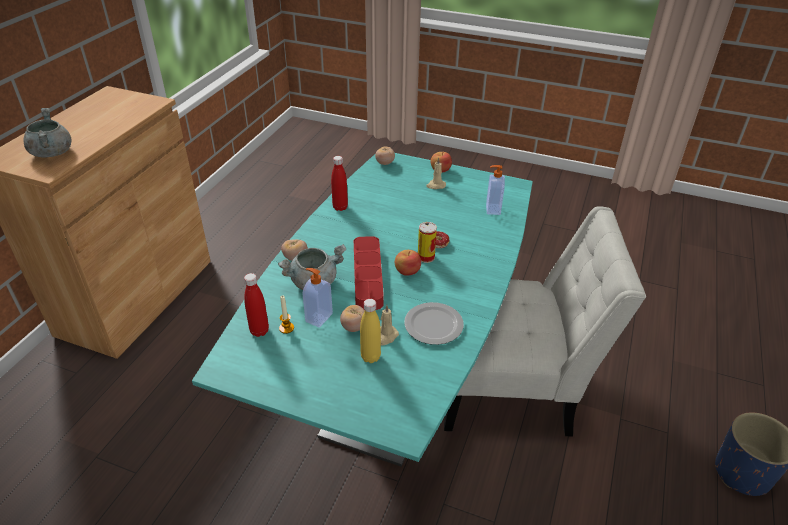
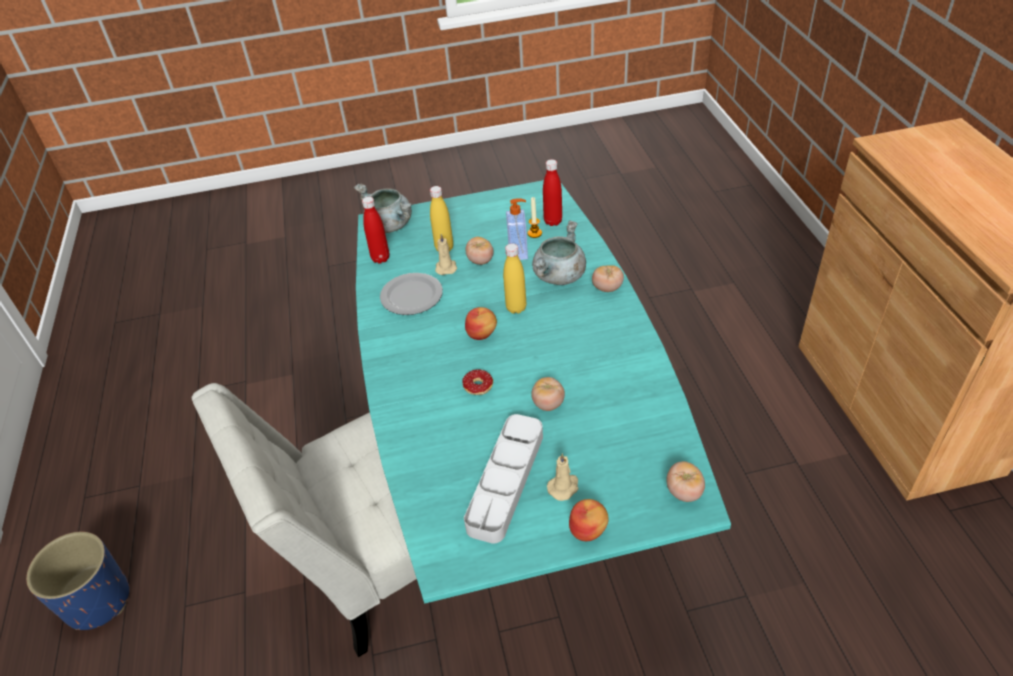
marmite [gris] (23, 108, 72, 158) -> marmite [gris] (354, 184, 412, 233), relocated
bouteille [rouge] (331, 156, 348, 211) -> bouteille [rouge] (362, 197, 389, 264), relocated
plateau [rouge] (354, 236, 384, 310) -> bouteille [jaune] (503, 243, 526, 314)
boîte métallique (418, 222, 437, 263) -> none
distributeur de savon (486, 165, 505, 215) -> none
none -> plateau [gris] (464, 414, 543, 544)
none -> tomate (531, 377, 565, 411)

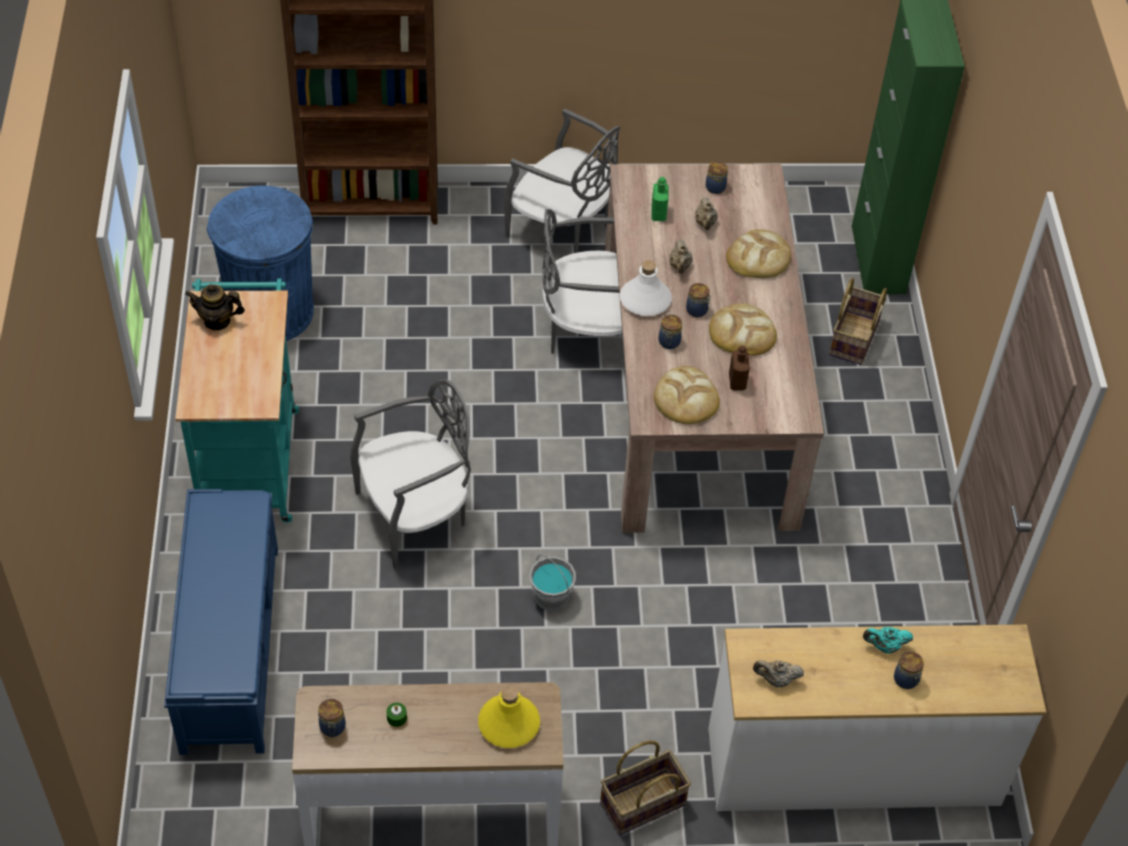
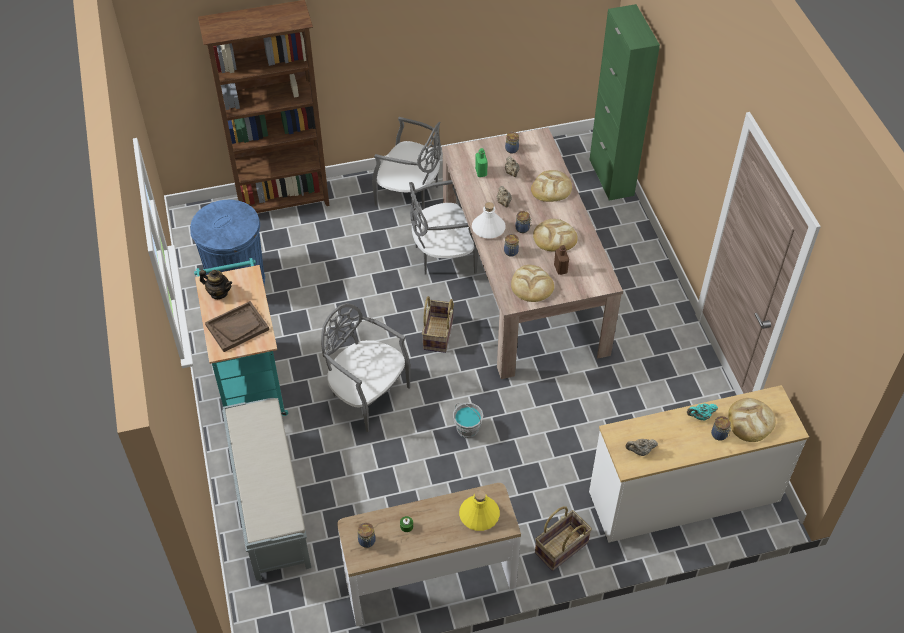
banc [bleu] (164, 489, 278, 755) -> banc [gris] (222, 398, 311, 581)
théière (185, 284, 245, 330) -> théière (199, 270, 232, 299), 150 degrees counterclockwise
chaise [gris] (350, 379, 471, 569) -> chaise [gris] (321, 303, 411, 432), 105 degrees counterclockwise
panier (829, 278, 887, 365) -> panier (422, 296, 454, 353), relocated
none -> plateau [marron] (205, 301, 269, 352)
none -> pain (728, 398, 776, 442)

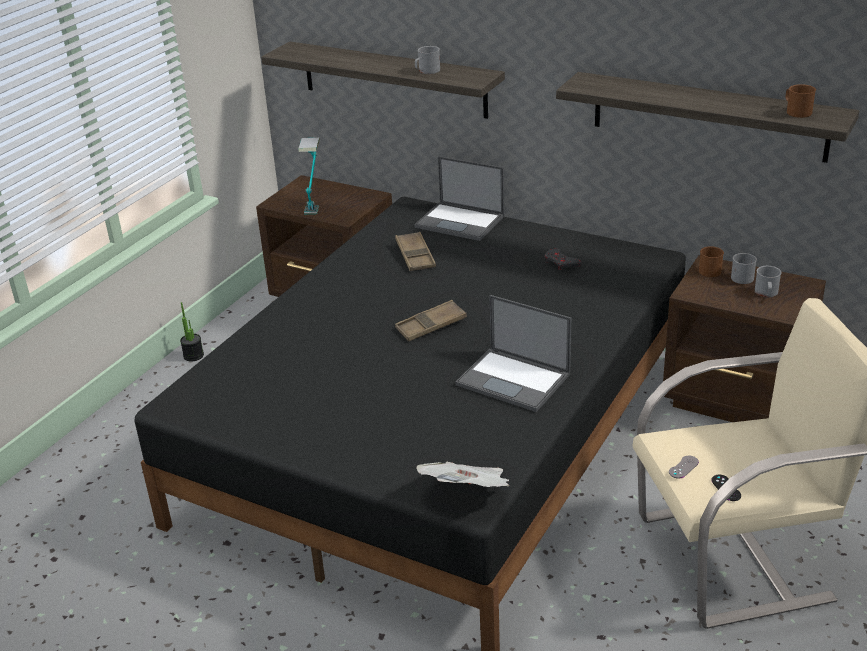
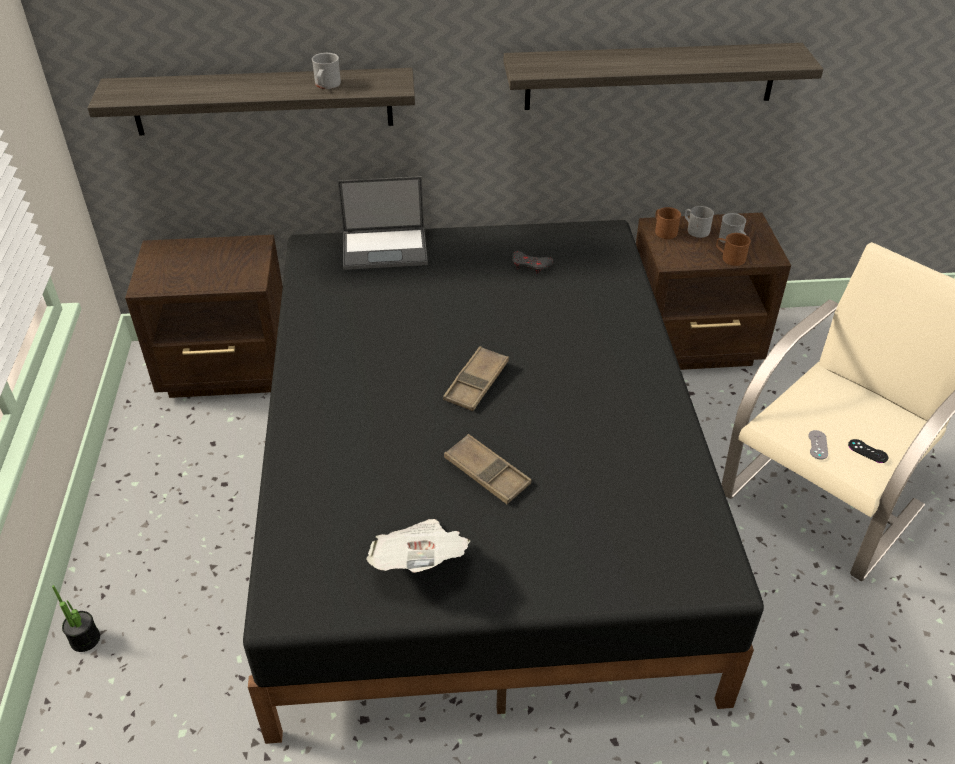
plante en pot (180, 302, 204, 361) -> plante en pot (52, 585, 100, 652), relocated
lampe de table (298, 137, 320, 214) -> none
plateau [marron] (395, 232, 436, 271) -> plateau [marron] (444, 434, 532, 504), relocated
journal (417, 462, 510, 487) -> journal (366, 519, 471, 573), relocated
ordinateur portable (456, 295, 571, 412) -> none
mug [marron] (785, 84, 816, 118) -> mug [marron] (716, 233, 751, 266), relocated

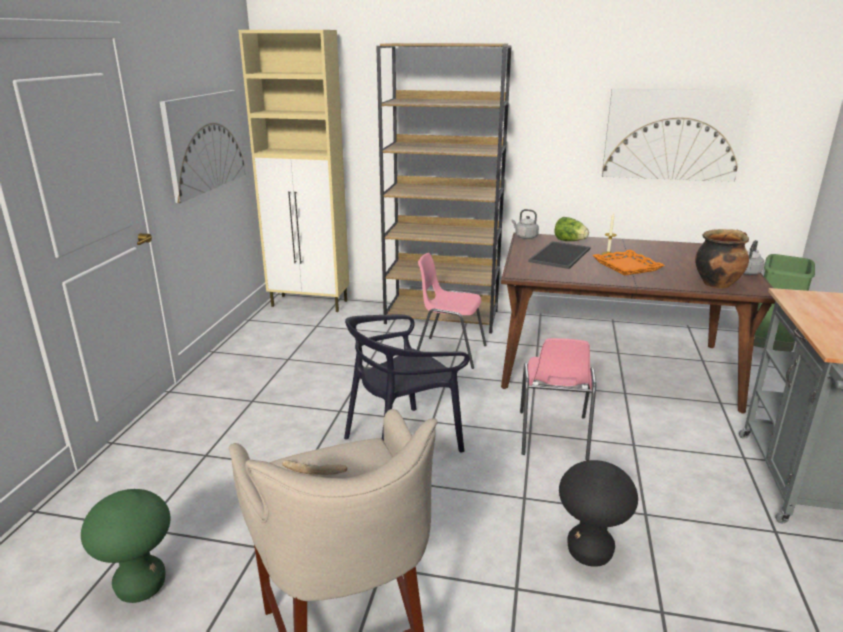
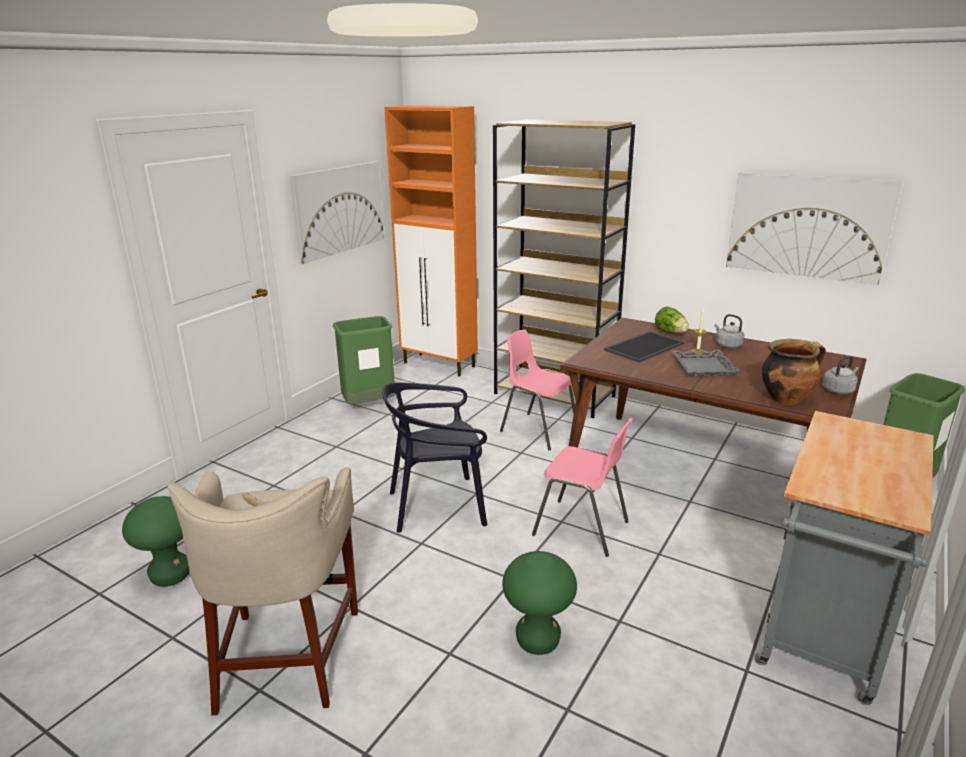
meuble de rangement [beige] (239, 30, 349, 312) -> meuble de rangement [orange] (384, 105, 478, 377)
bouilloire [gris] (512, 209, 539, 239) -> bouilloire [gris] (714, 314, 744, 348), relocated
chaise [rose] (520, 338, 596, 461) -> chaise [rose] (532, 418, 633, 557), 90 degrees counterclockwise
tabouret [noir] (559, 460, 638, 567) -> tabouret [vert] (502, 551, 577, 655)
plateau [orange] (592, 250, 665, 276) -> plateau [gris] (672, 350, 740, 377)
none -> poubelle [vert] (333, 316, 395, 404)

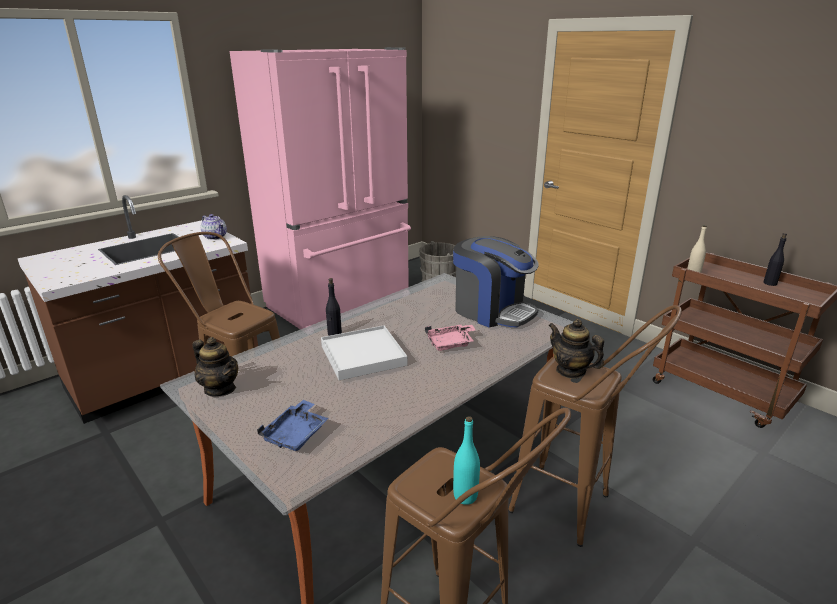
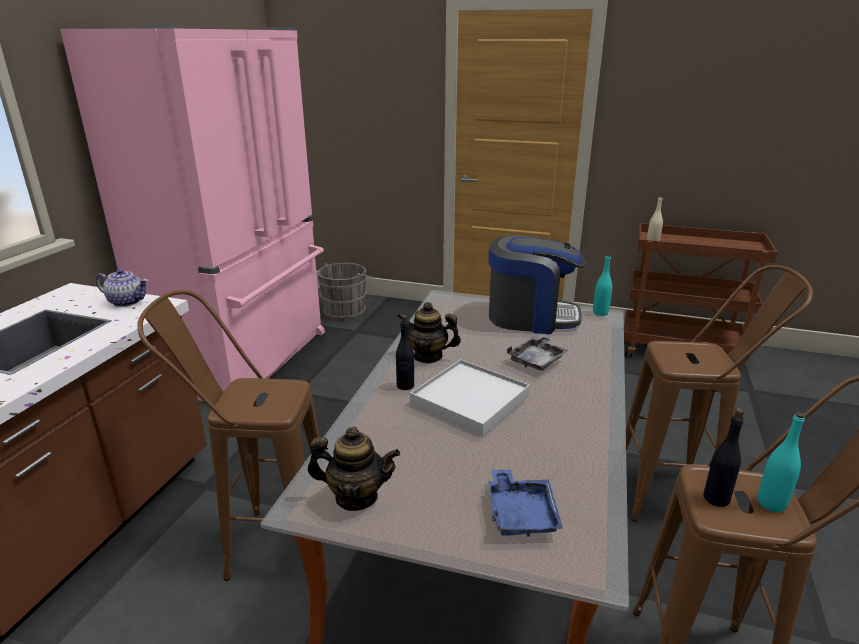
plateau [rose] (425, 325, 476, 351) -> plateau [gris] (507, 335, 569, 371)
théière (548, 319, 604, 379) -> théière (397, 302, 461, 364), relocated
bouteille [noir] (763, 233, 787, 286) -> bouteille [noir] (704, 408, 744, 507), relocated
none -> bouteille [turquoise] (593, 254, 612, 316)

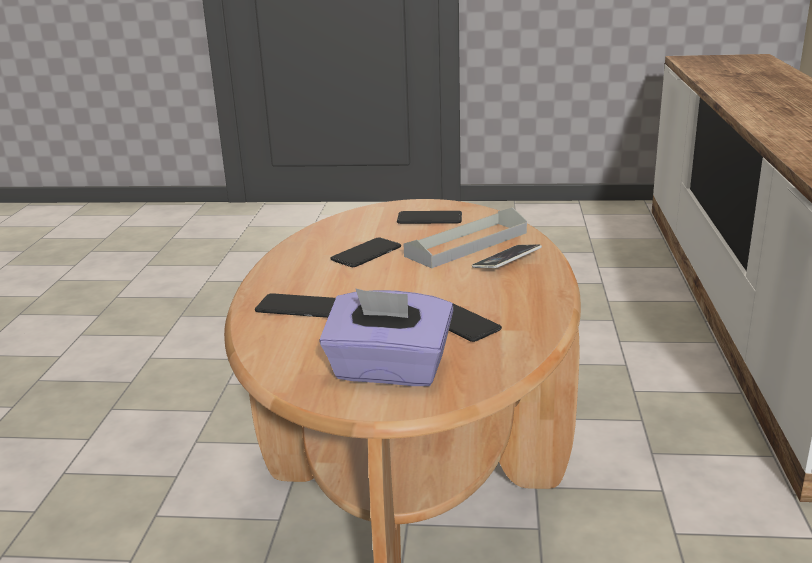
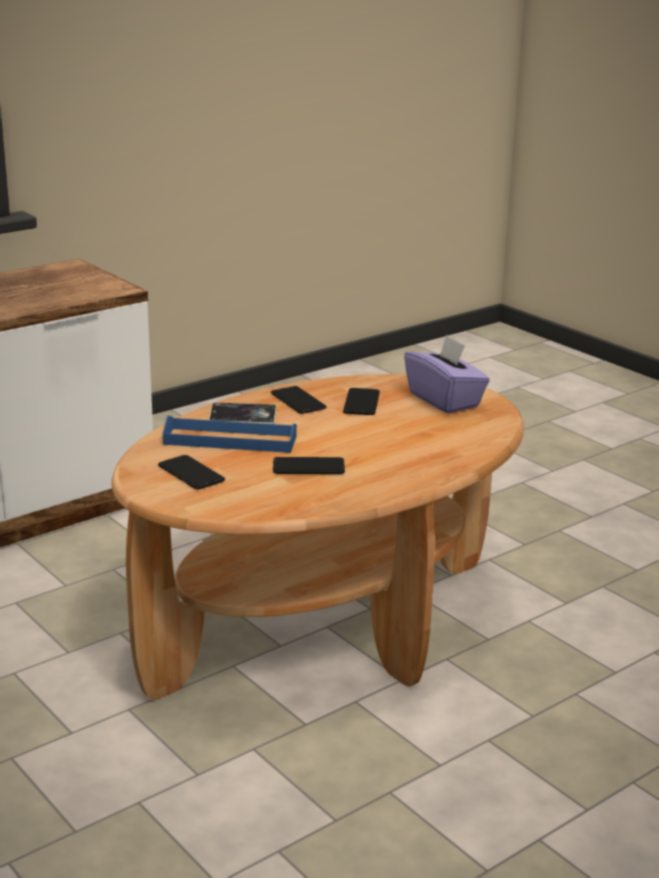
téléphone (255, 293, 336, 318) -> téléphone (271, 386, 327, 414), relocated
plateau [gris] (403, 207, 527, 268) -> plateau [bleu] (163, 416, 297, 453)

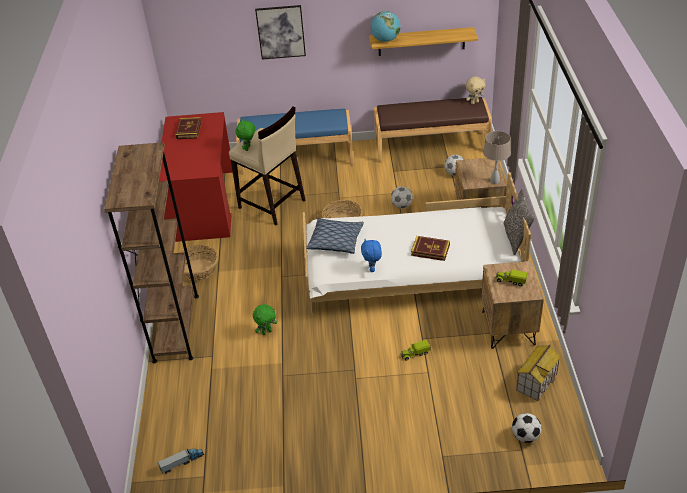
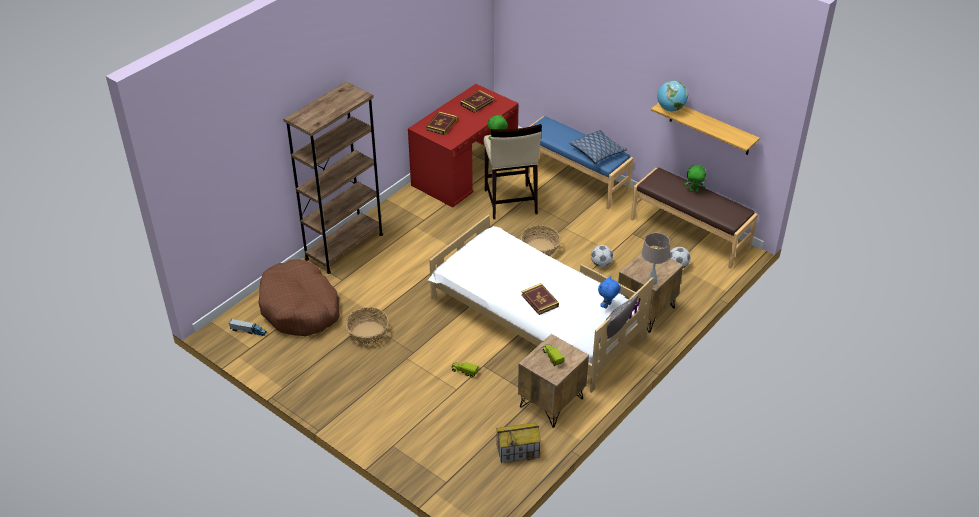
panier (180, 245, 218, 281) -> panier (345, 307, 389, 345), relocated
peluche [vert] (253, 304, 277, 335) -> peluche [vert] (684, 165, 706, 193), relocated
tableau (255, 5, 306, 60) -> none
coussin (306, 218, 364, 254) -> coussin (569, 130, 627, 164), relocated
peluche [bleu] (361, 239, 382, 272) -> peluche [bleu] (598, 276, 621, 309), relocated
peluche [beige] (466, 76, 485, 104) -> none
ballon de foot (512, 413, 542, 443) -> none
none -> panier pour chien [marron] (258, 259, 340, 336)
none -> livre (426, 111, 457, 135)

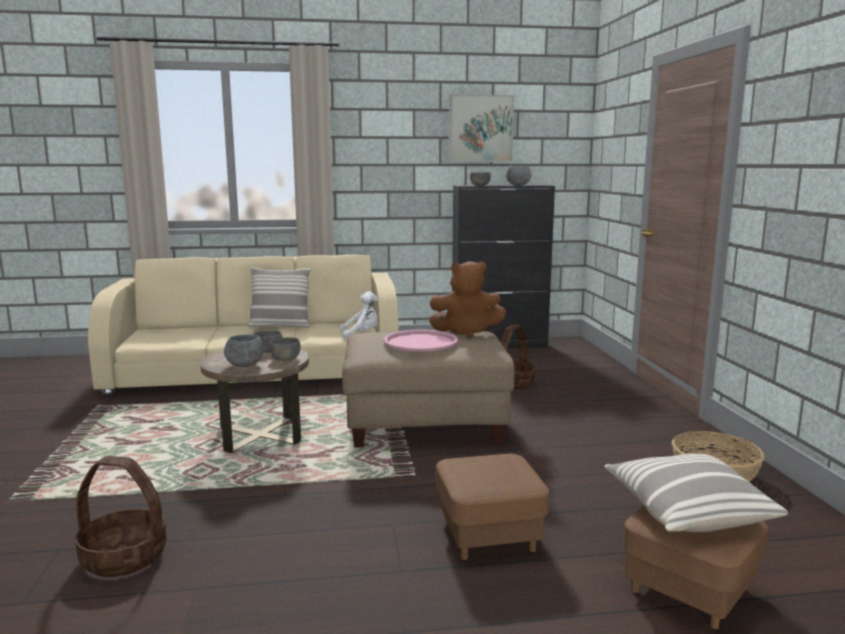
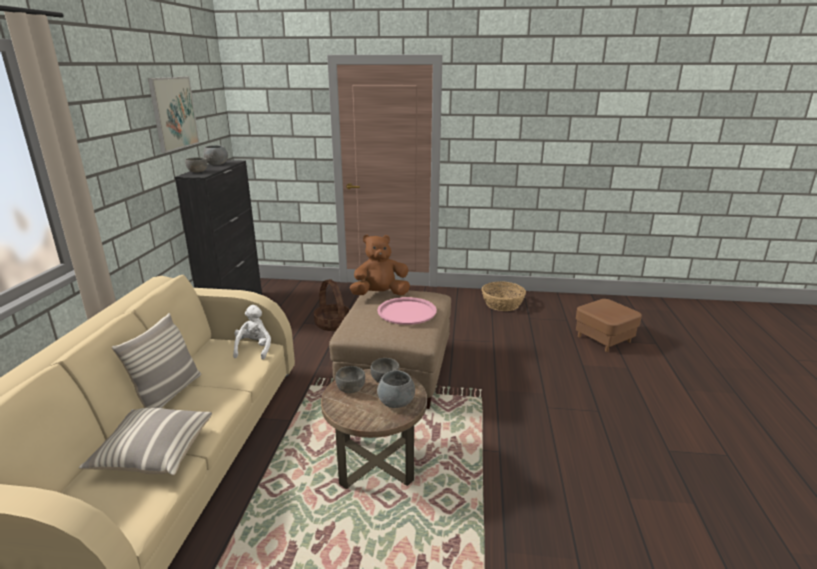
panier (75, 456, 166, 577) -> none
peluche [marron] (429, 261, 506, 338) -> peluche [marron] (350, 235, 410, 295), 120 degrees counterclockwise
pouf [marron] (436, 454, 550, 560) -> none
coussin (604, 454, 788, 532) -> coussin (79, 408, 212, 475), relocated

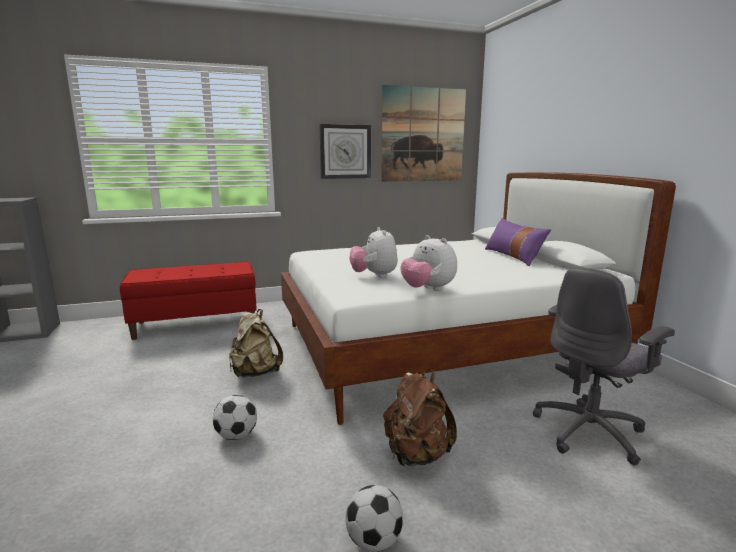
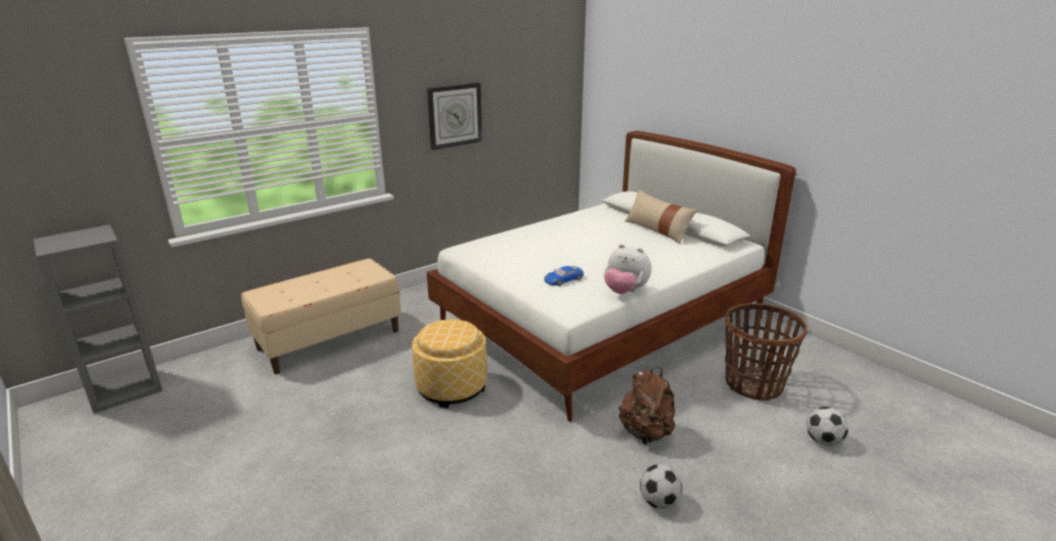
banc [rouge] (120, 262, 257, 340) -> banc [beige] (241, 258, 401, 374)
ballon de foot (213, 395, 257, 440) -> ballon de foot (806, 407, 848, 446), relocated
sac à dos [beige] (229, 309, 283, 378) -> pouf (412, 319, 487, 408)
peluche (349, 227, 398, 278) -> petite voiture [bleu] (544, 266, 583, 286)
tableau (381, 85, 466, 182) -> none
coussin [violet] (485, 218, 551, 266) -> coussin [beige] (625, 190, 697, 244)
chaise de bureau [gris] (533, 267, 675, 465) -> panier (725, 303, 807, 401)

